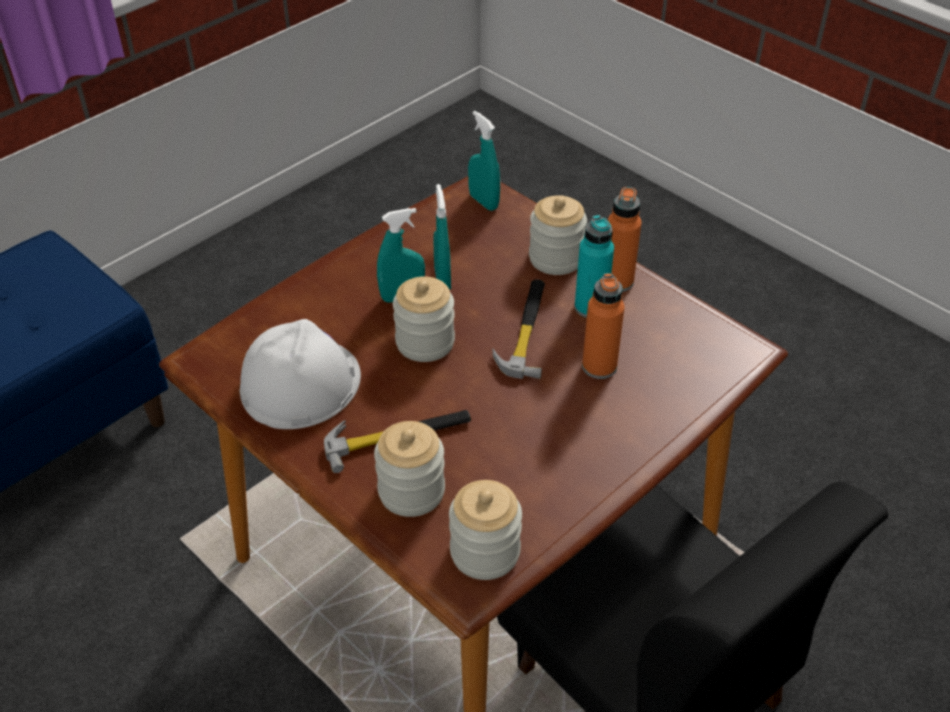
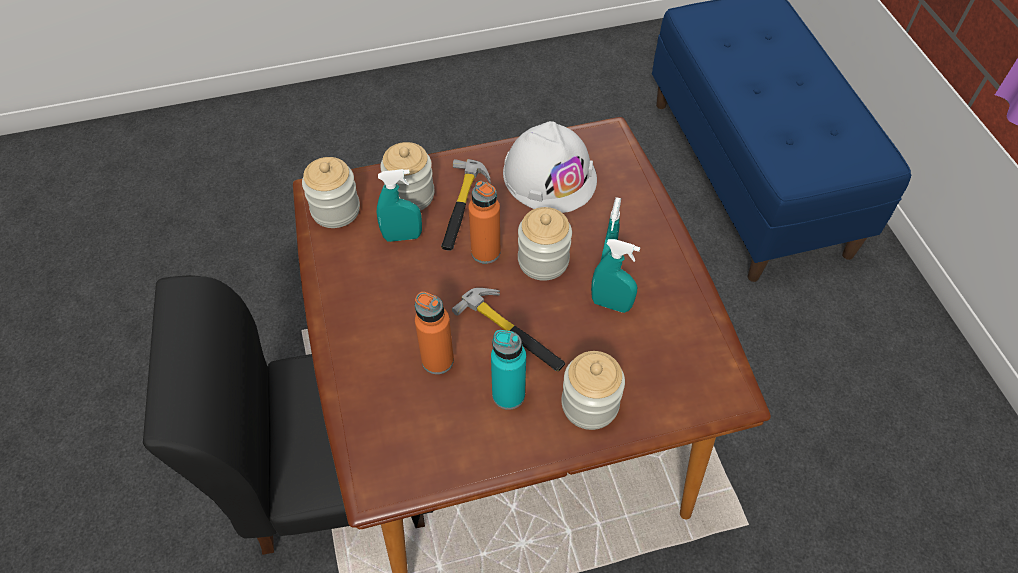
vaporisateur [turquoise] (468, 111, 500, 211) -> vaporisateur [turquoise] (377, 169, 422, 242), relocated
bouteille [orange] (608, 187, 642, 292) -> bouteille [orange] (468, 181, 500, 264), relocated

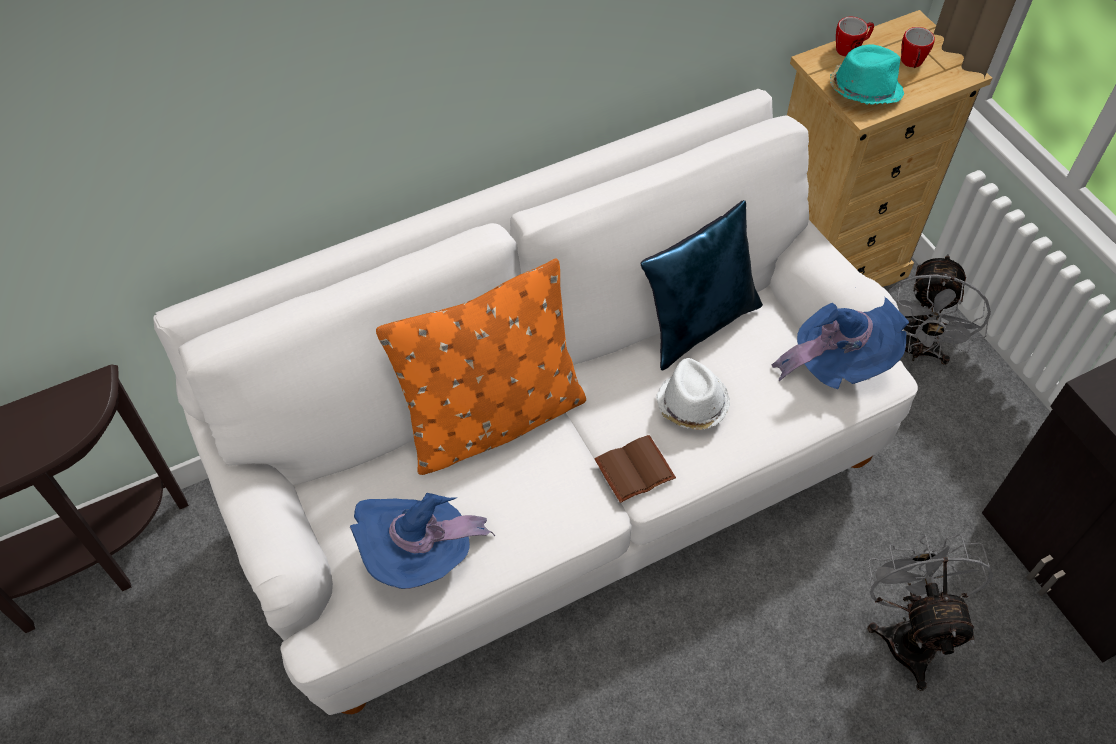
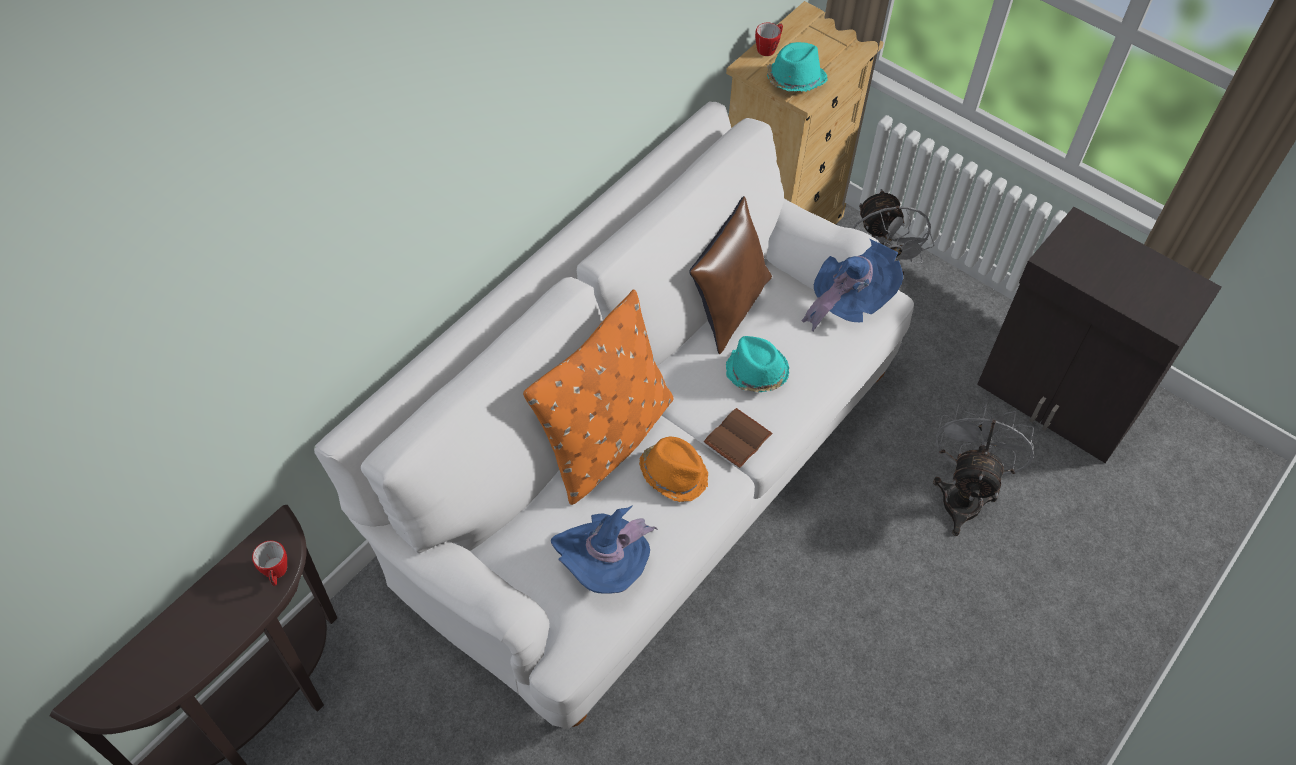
coussin [bleu] (641, 200, 763, 371) -> coussin [marron] (689, 196, 772, 354)
chapeau [blanc] (656, 358, 730, 430) -> chapeau [turquoise] (726, 336, 789, 393)
ventilateur [gris] (867, 534, 993, 691) -> ventilateur [gris] (933, 402, 1034, 536), 45 degrees clockwise
mug (901, 27, 935, 68) -> mug (252, 541, 287, 586), relocated
none -> chapeau [orange] (639, 437, 708, 502)

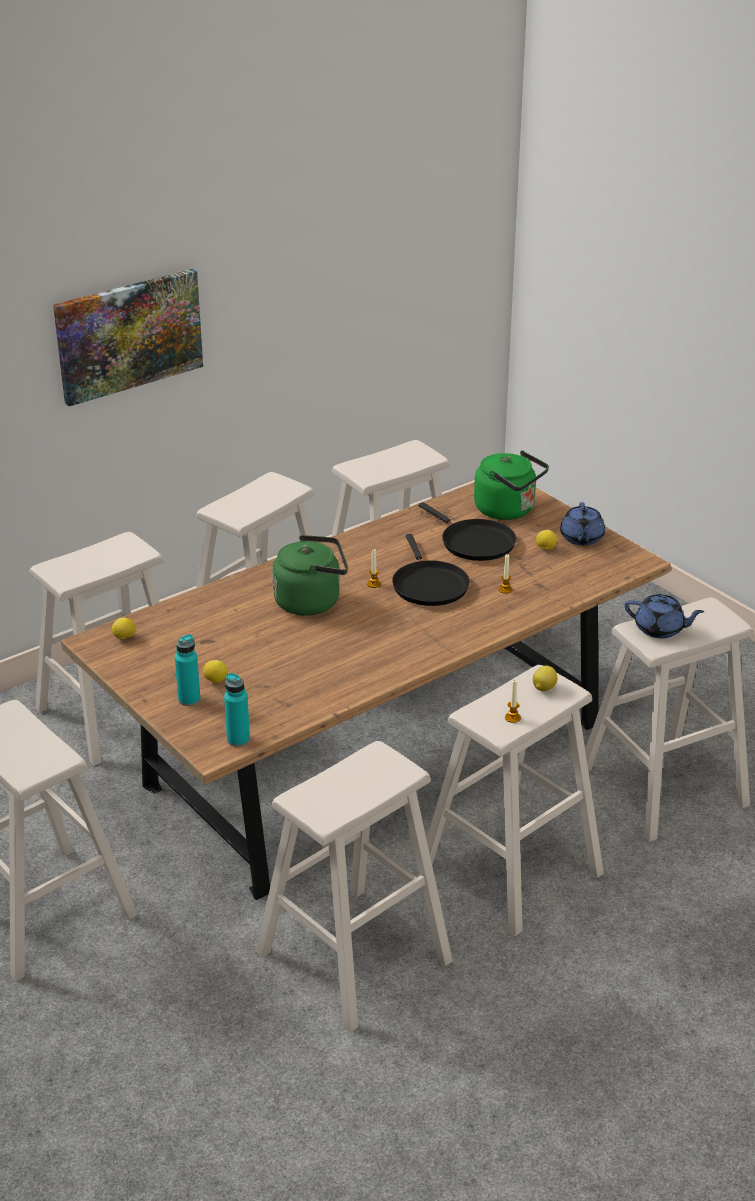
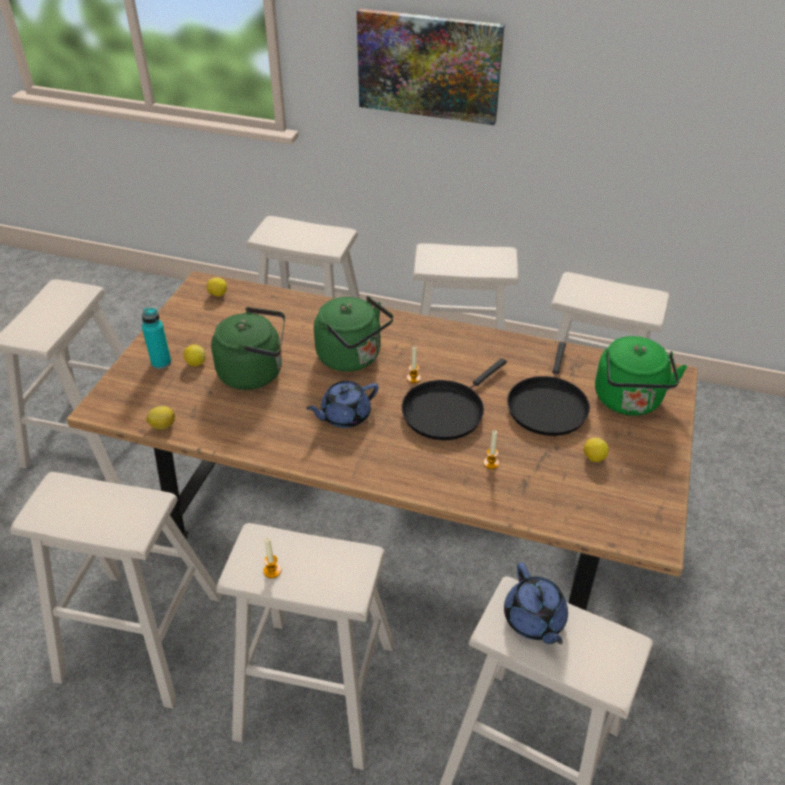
bouteille [turquoise] (224, 673, 250, 747) -> none
citron (533, 665, 557, 691) -> citron (146, 406, 175, 430), relocated
théière [bleu] (560, 502, 605, 545) -> théière [bleu] (306, 381, 379, 428), relocated
none -> bouilloire [vert] (211, 307, 285, 390)

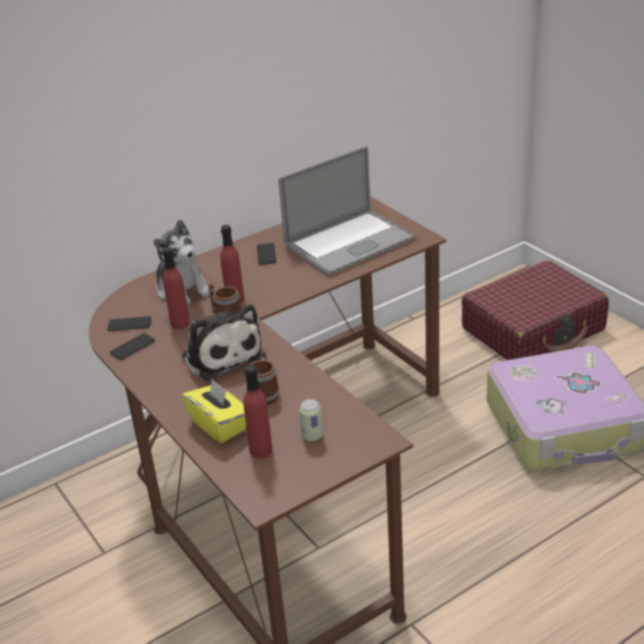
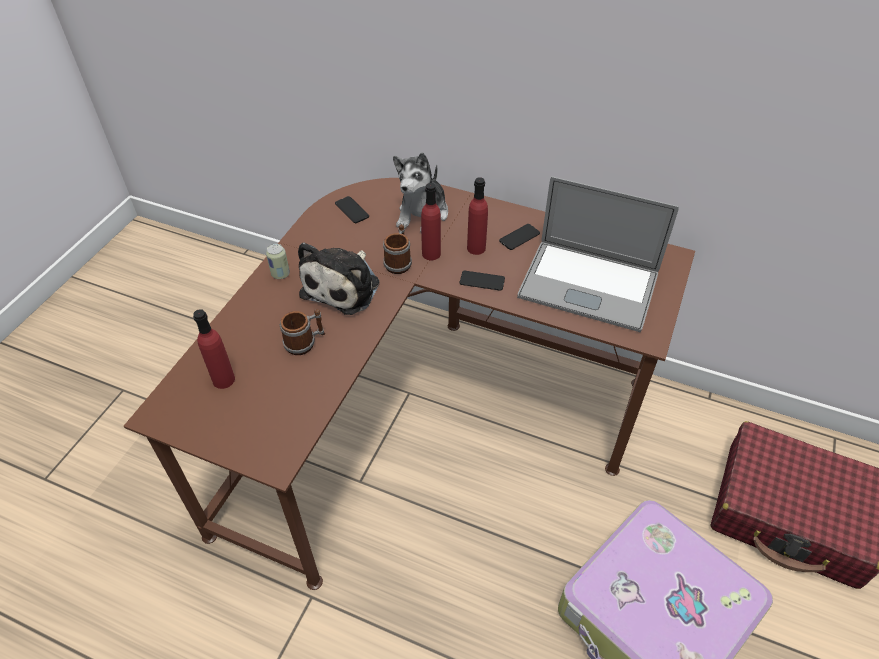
téléphone (110, 333, 155, 360) -> téléphone (460, 271, 505, 291), relocated
bouteille [rouge] (162, 247, 190, 329) -> bouteille [rouge] (467, 177, 488, 255), relocated
boîte à mouchoirs [jaune] (182, 378, 246, 443) -> none
boîte métallique (299, 399, 323, 441) -> boîte métallique (266, 244, 290, 279), relocated

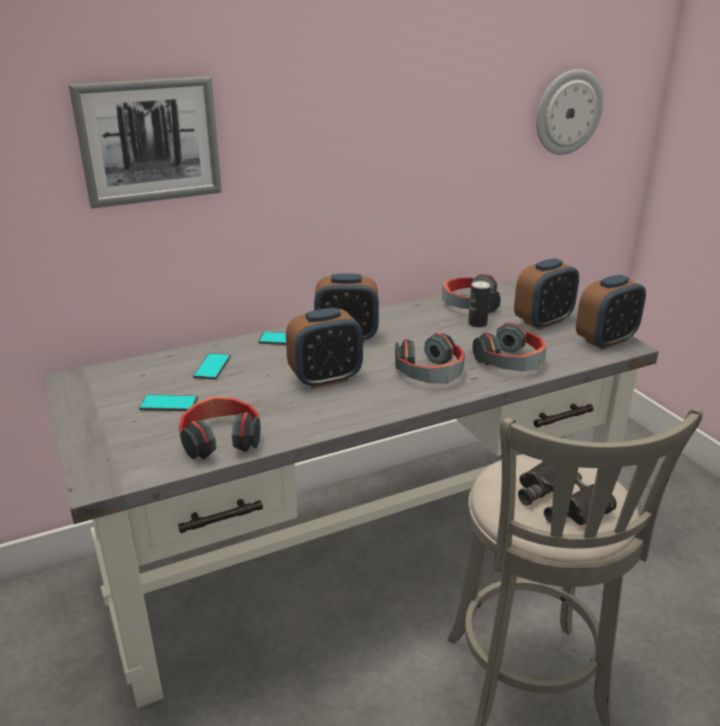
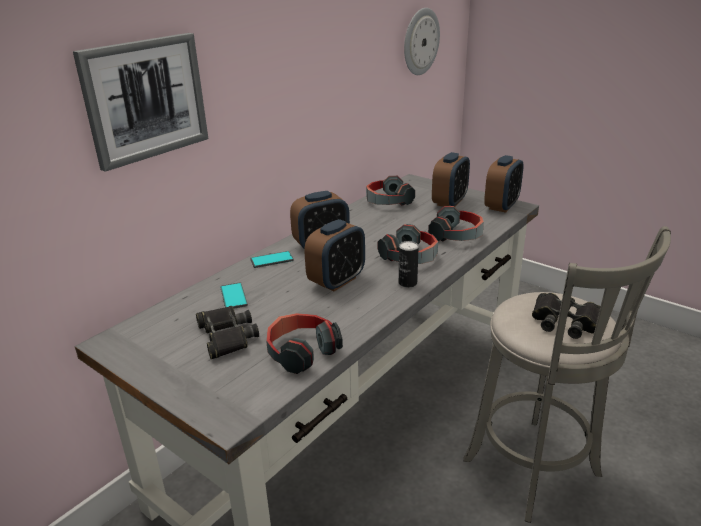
téléphone (139, 395, 198, 411) -> jumelles [noir] (196, 306, 259, 359)
boîte métallique (468, 280, 491, 328) -> boîte métallique (399, 241, 419, 288), relocated

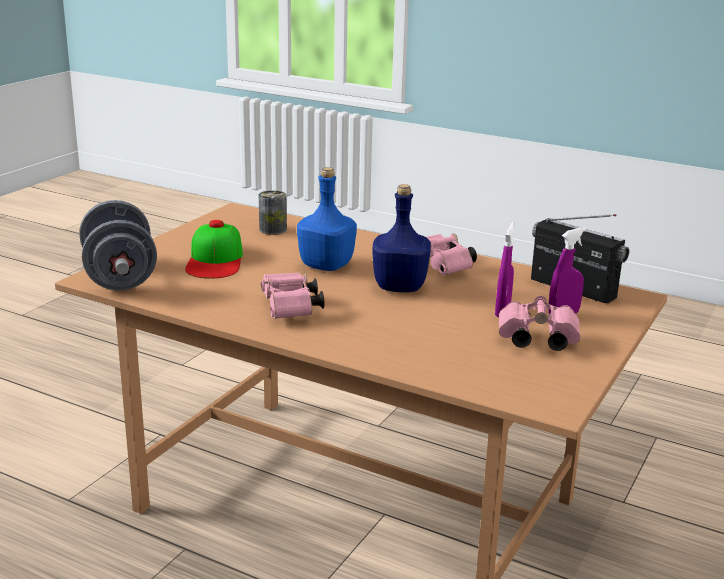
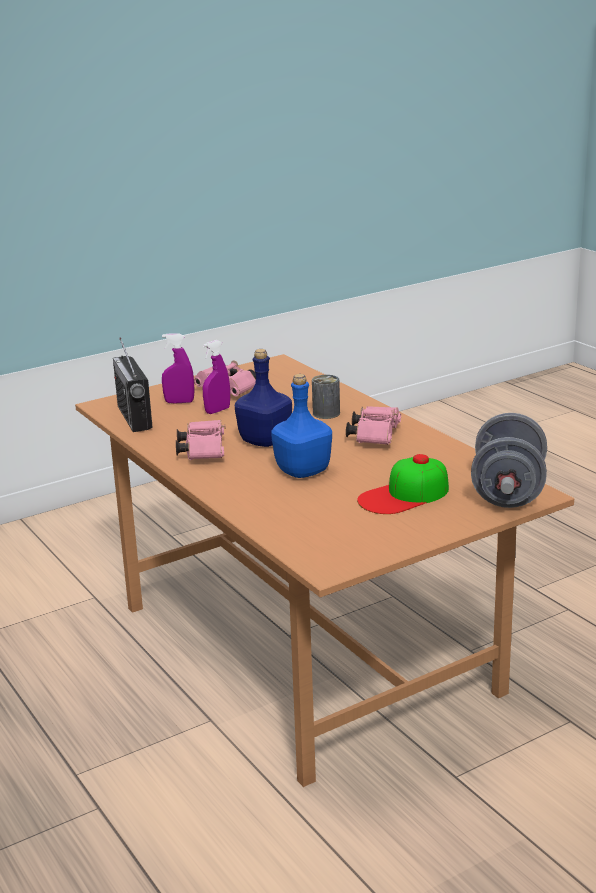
casquette (185, 220, 243, 279) -> casquette (357, 454, 449, 514), 150 degrees counterclockwise
boîte métallique (259, 190, 287, 235) -> boîte métallique (312, 375, 340, 419), relocated

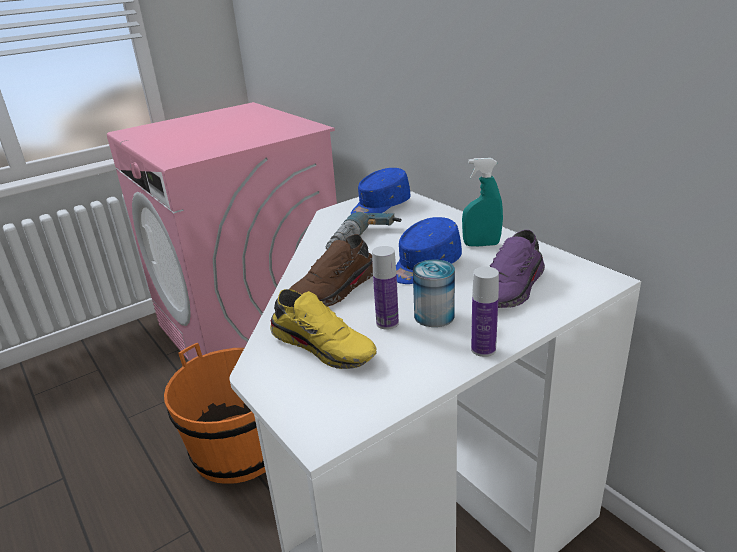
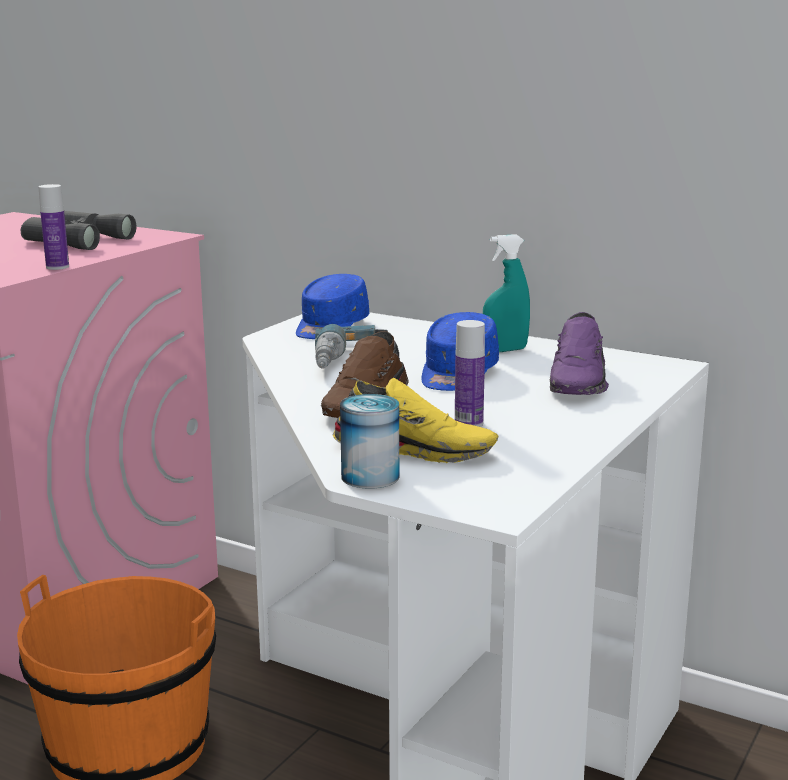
boîte métallique (413, 260, 455, 327) -> boîte métallique (340, 394, 399, 489), relocated
bouteille (471, 267, 499, 357) -> bouteille (39, 184, 69, 270), relocated
none -> jumelles [gris] (21, 211, 136, 250)

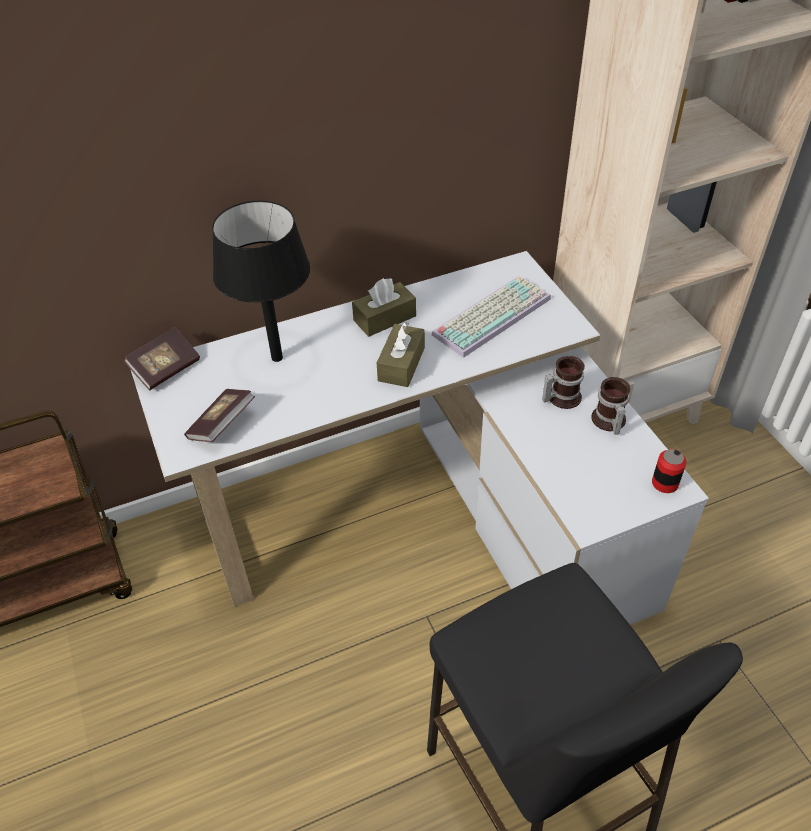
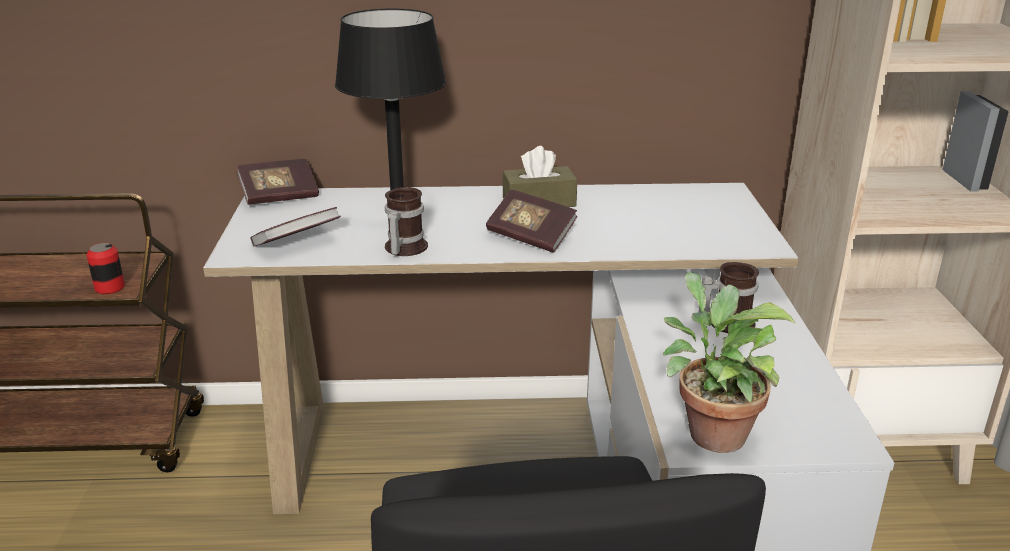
boîte à mouchoirs [marron] (377, 322, 425, 387) -> livre (486, 189, 577, 253)
clavier (432, 276, 551, 358) -> none
mug (591, 377, 630, 435) -> mug (385, 187, 428, 256), relocated
boîte métallique (652, 449, 686, 493) -> boîte métallique (86, 243, 125, 294), relocated
none -> plante en pot (663, 272, 796, 453)

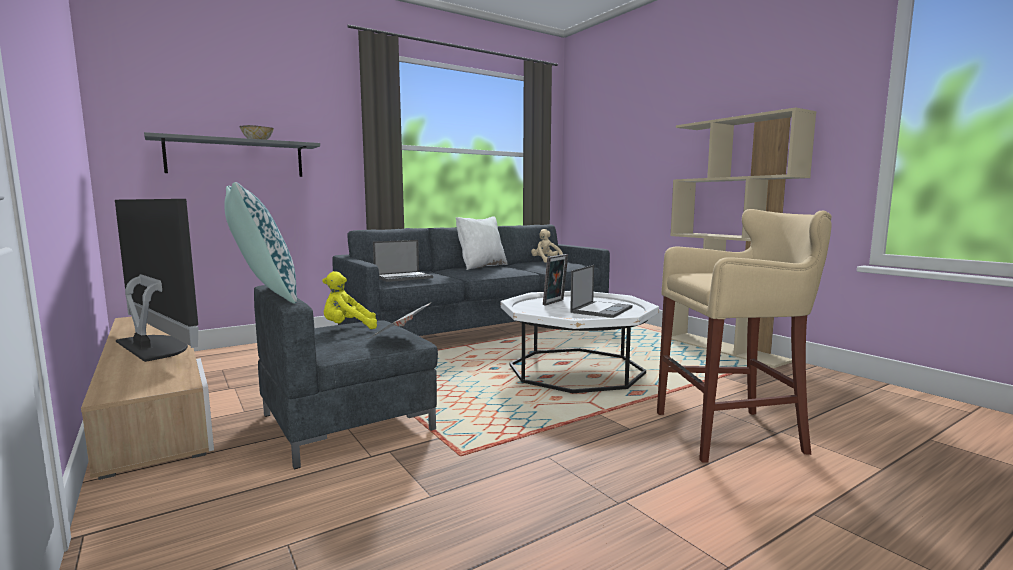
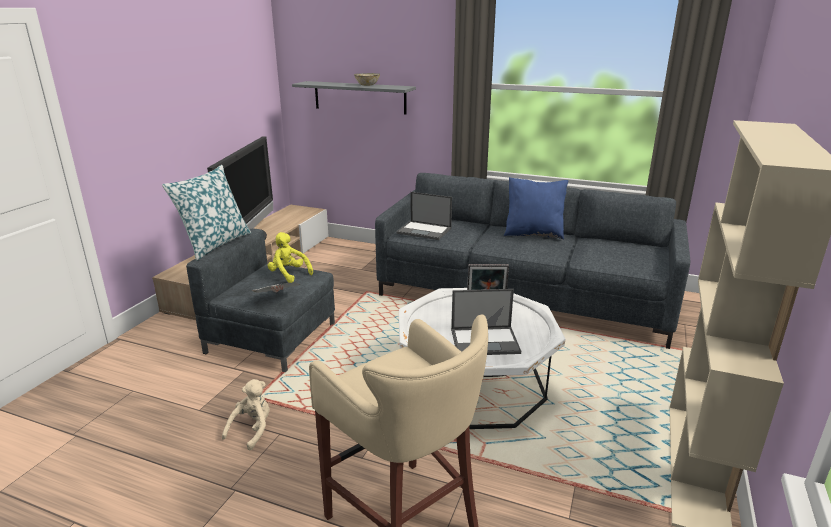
coussin [blanc] (456, 216, 508, 270) -> coussin [bleu] (504, 177, 568, 240)
peluche [beige] (531, 229, 563, 263) -> peluche [beige] (222, 379, 270, 451), relocated

